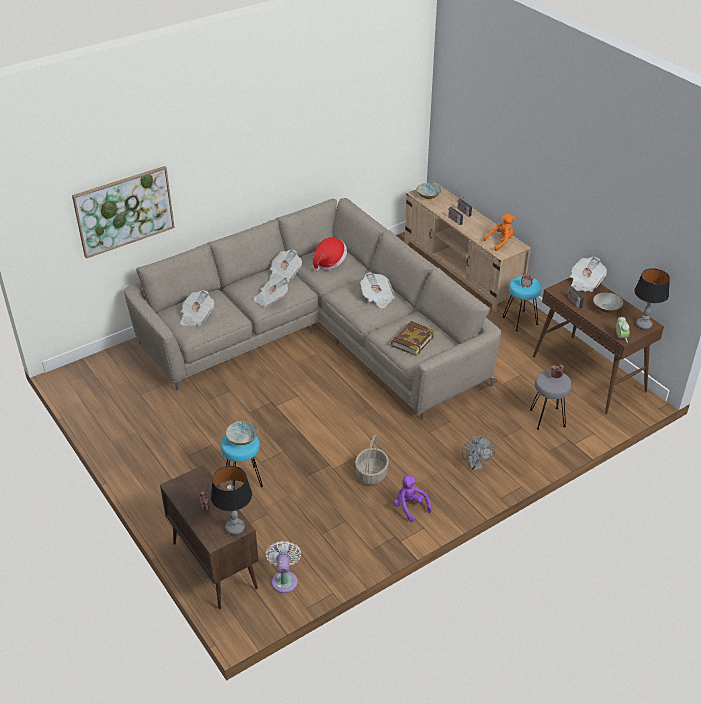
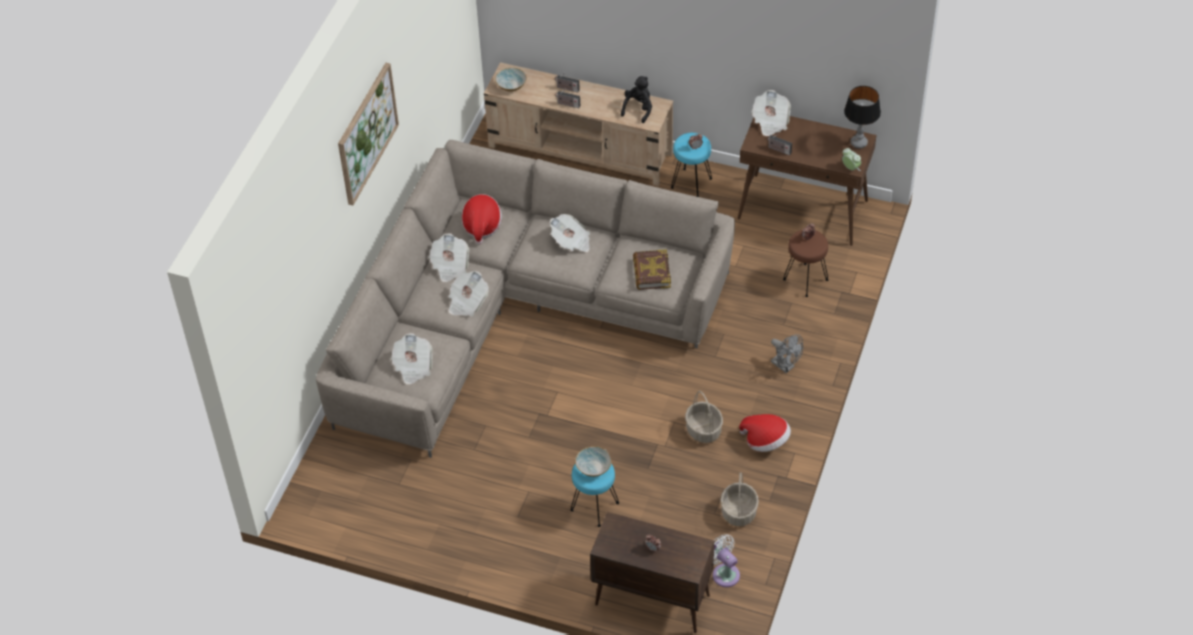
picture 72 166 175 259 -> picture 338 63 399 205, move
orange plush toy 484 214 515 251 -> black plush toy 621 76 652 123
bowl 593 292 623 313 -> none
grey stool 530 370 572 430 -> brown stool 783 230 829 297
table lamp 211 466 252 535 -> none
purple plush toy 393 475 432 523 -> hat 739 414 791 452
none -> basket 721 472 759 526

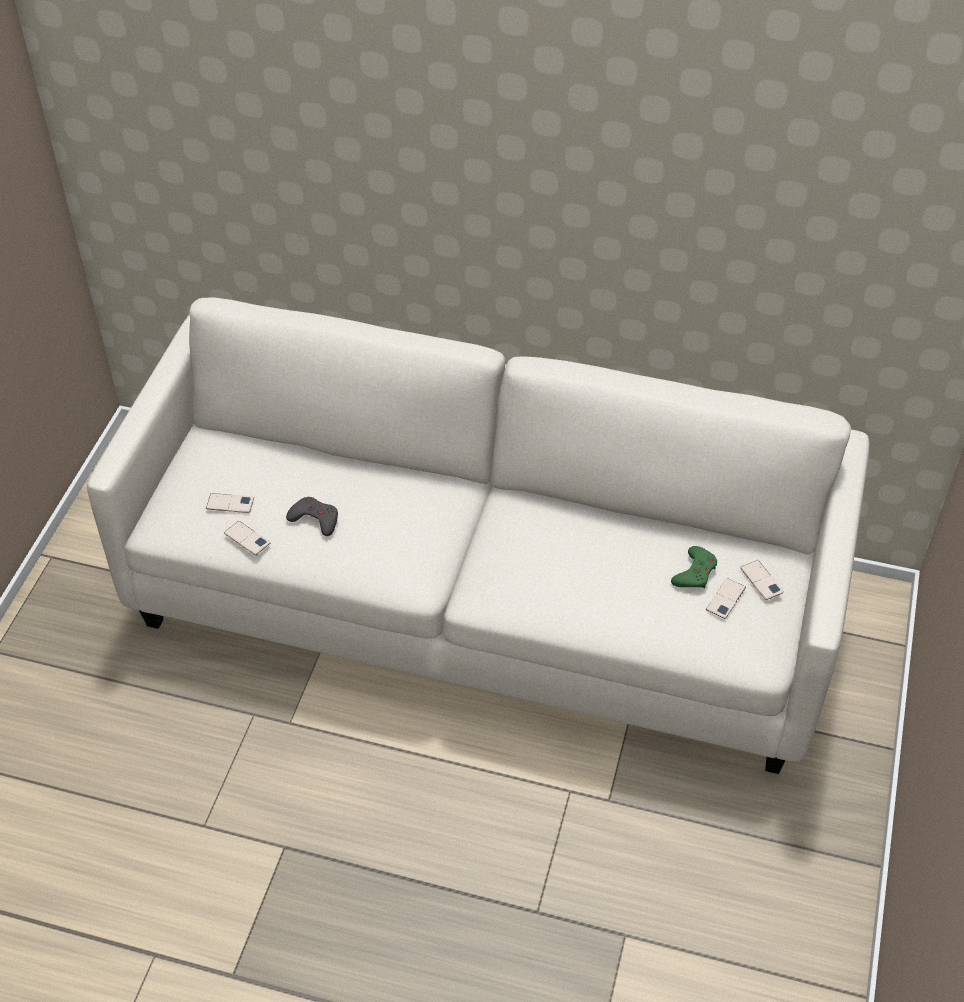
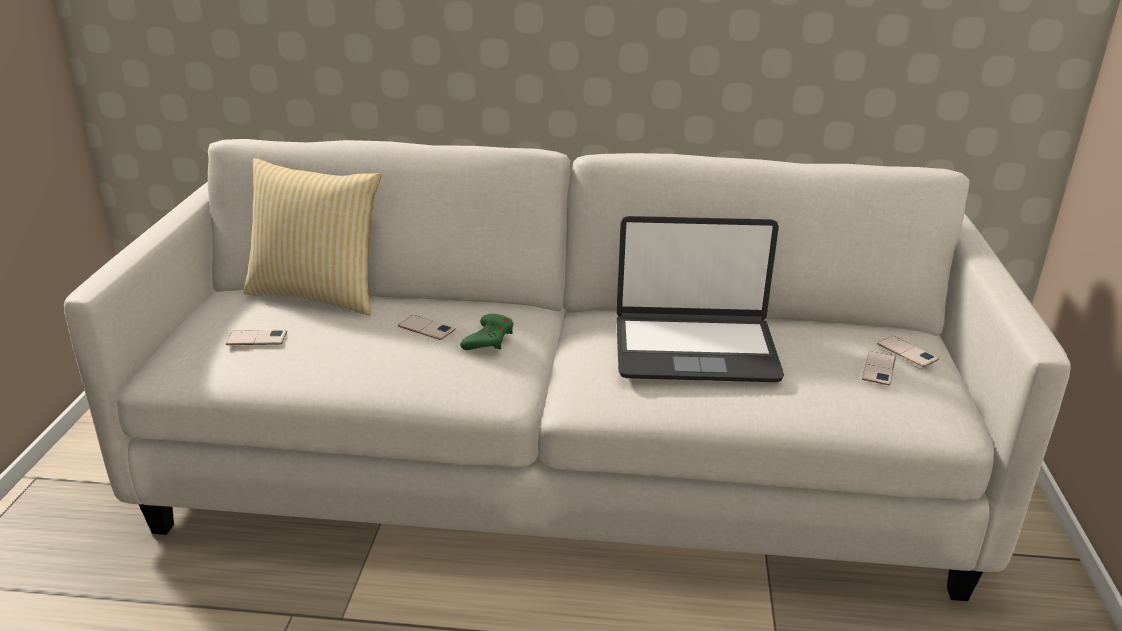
grey game controller 286 497 338 536 -> none
phone 224 521 270 555 -> phone 398 315 456 340, move
green game controller 671 546 717 588 -> green game controller 460 314 513 350, move
none -> pillow 243 158 382 316
none -> laptop 616 216 784 382

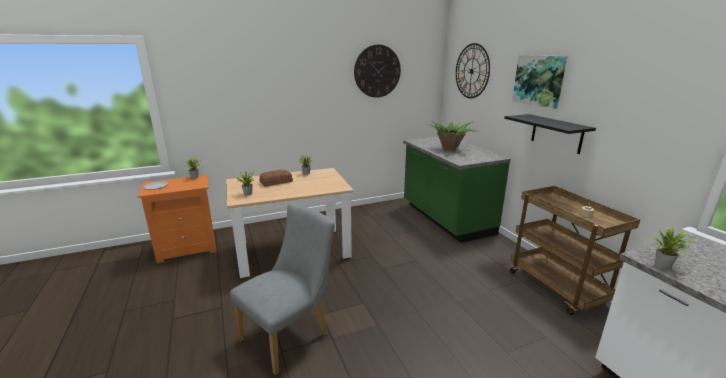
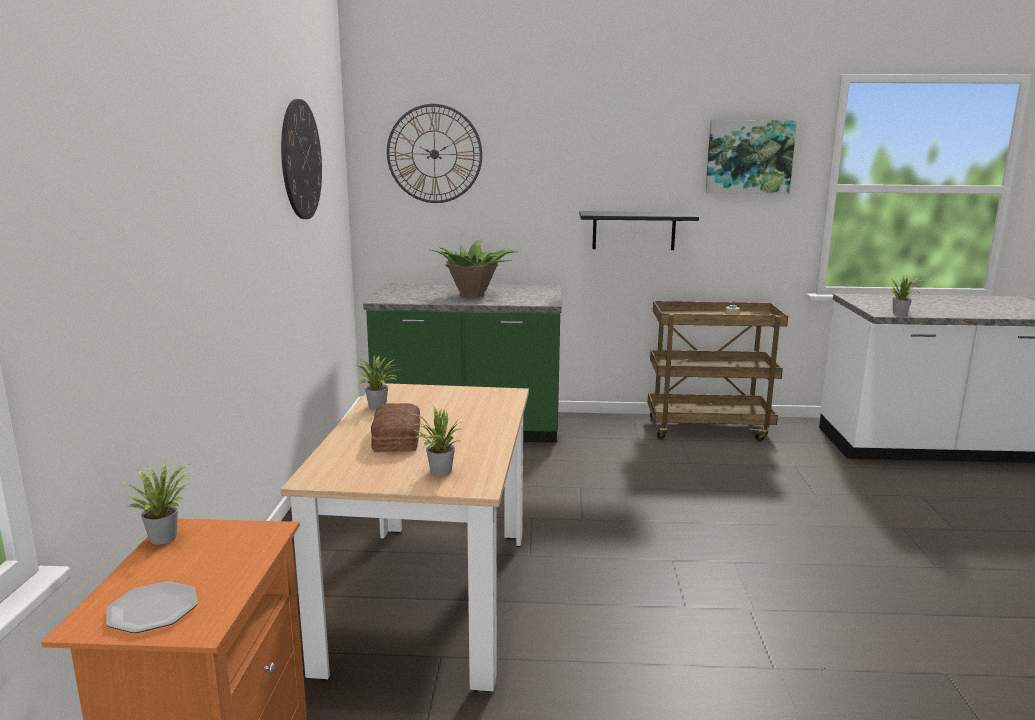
picture 512 55 567 109 -> picture 705 120 797 194, move
grey chair 230 203 335 375 -> none

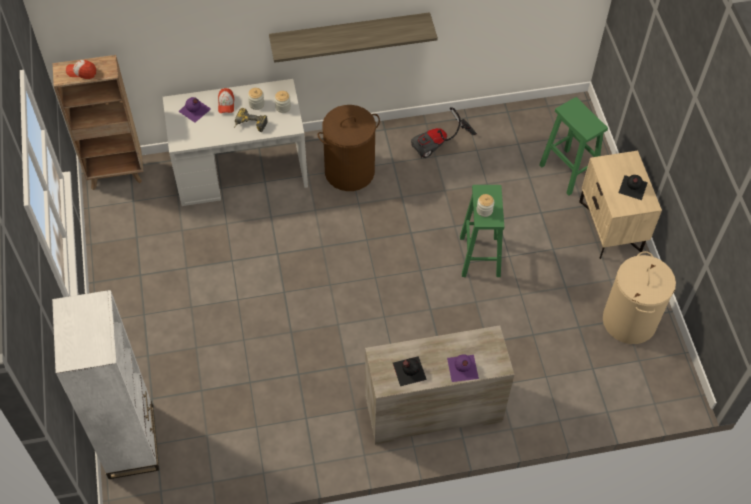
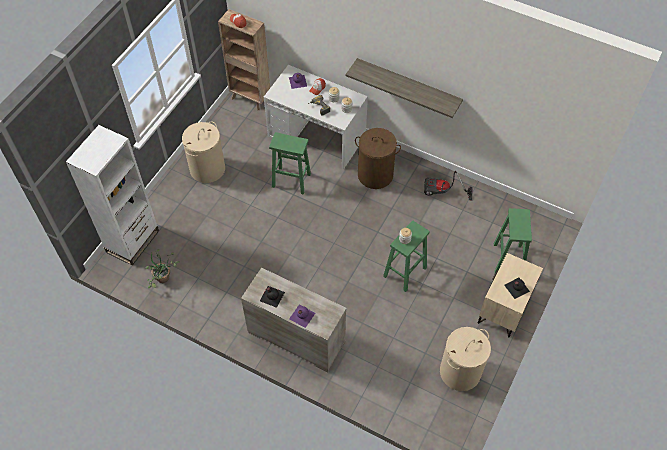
none -> beige laundry basket 182 122 225 183
none -> green stool 269 132 311 195
none -> potted plant 146 249 180 288

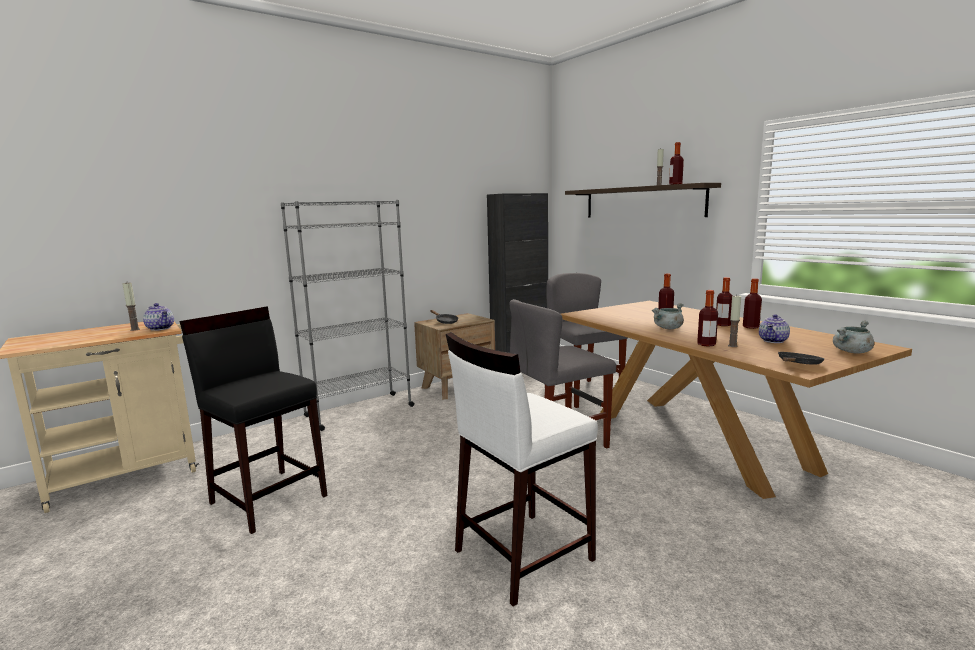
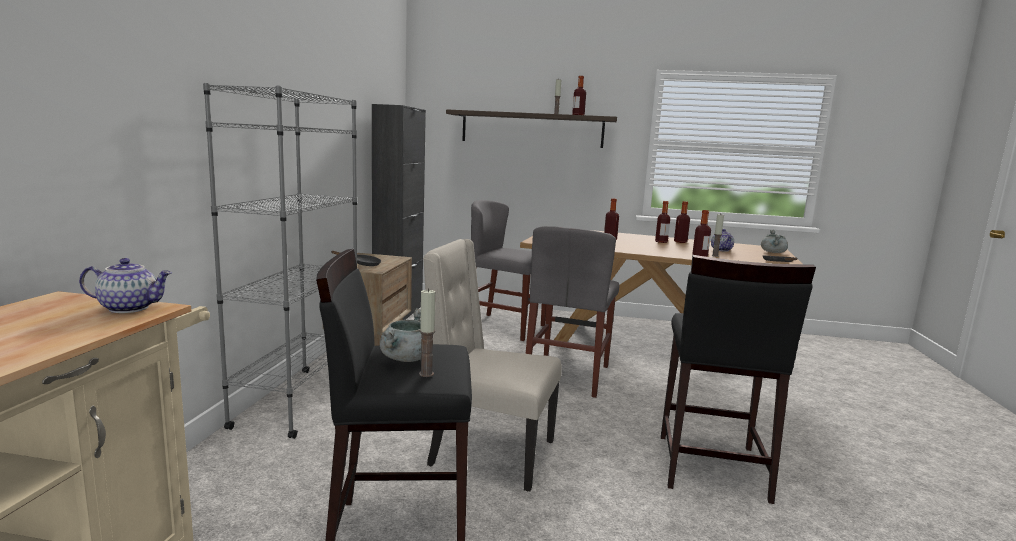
candle 122 283 140 331 -> candle 419 289 435 377, move
grey cooking pot 652 303 684 329 -> grey cooking pot 380 308 422 362, move
white stool 446 332 598 607 -> black stool 661 255 816 504
none -> beige chair 423 239 561 491

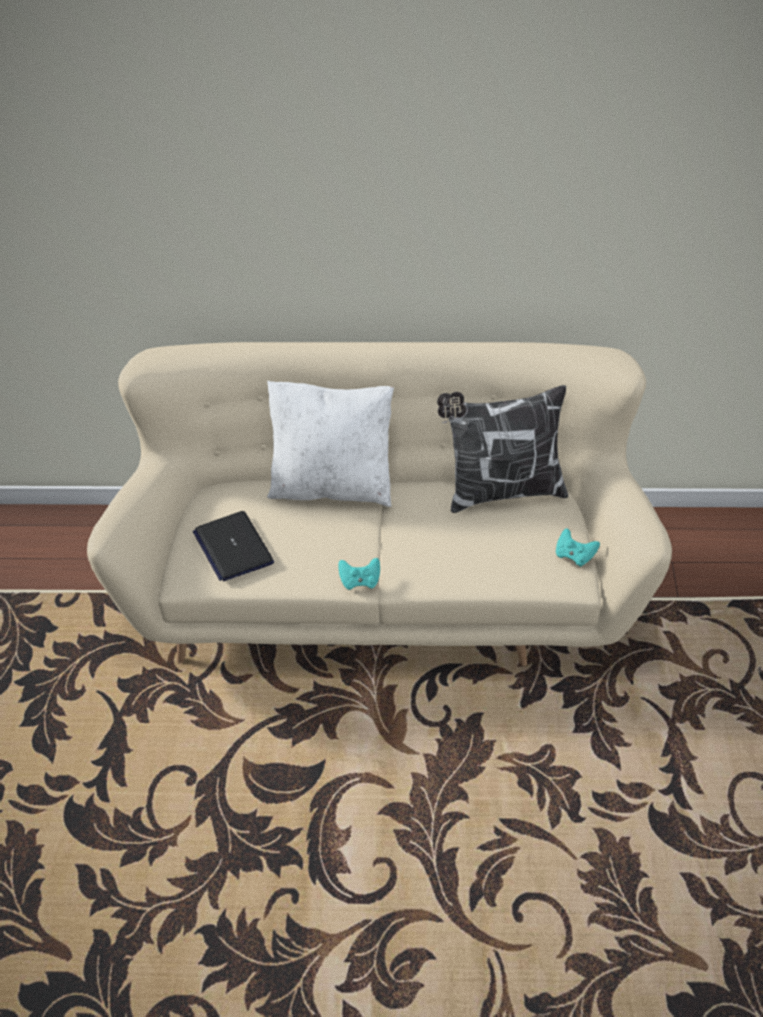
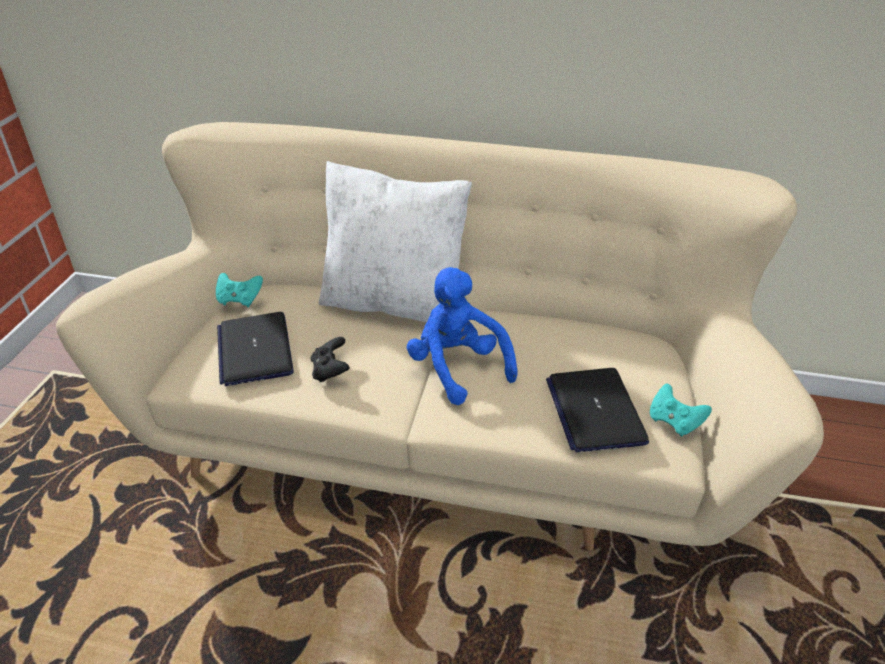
pillow 437 385 568 513 -> none
turquoise game controller 338 558 380 590 -> turquoise game controller 216 273 263 307, move
none -> blue plush toy 406 267 518 405
none -> black game controller 311 337 350 382
none -> laptop 546 368 649 452

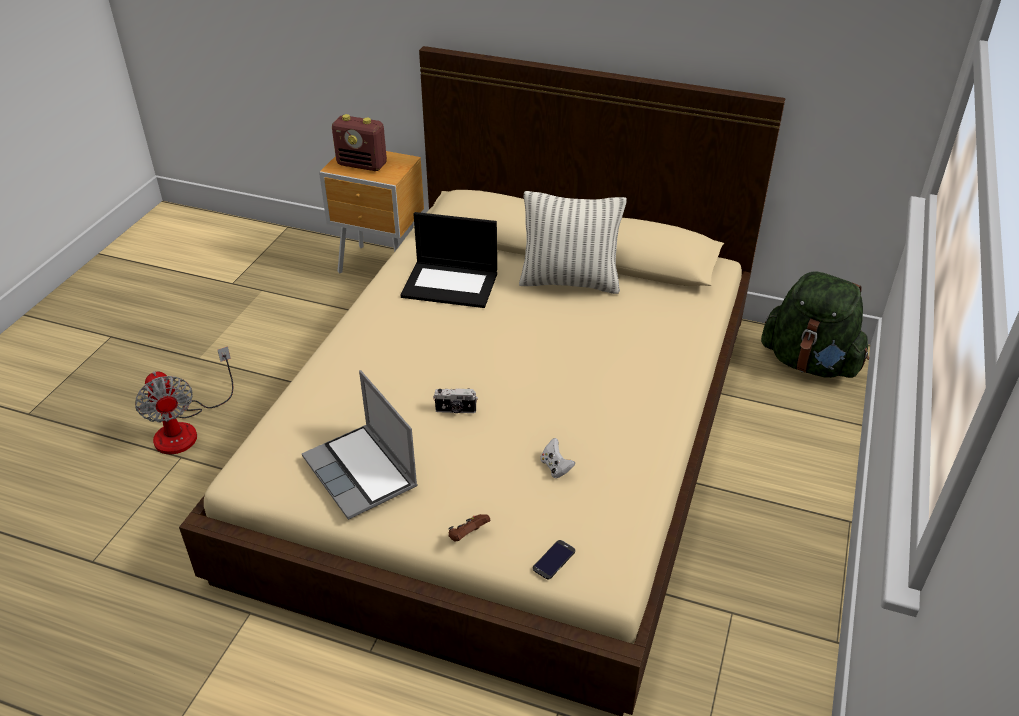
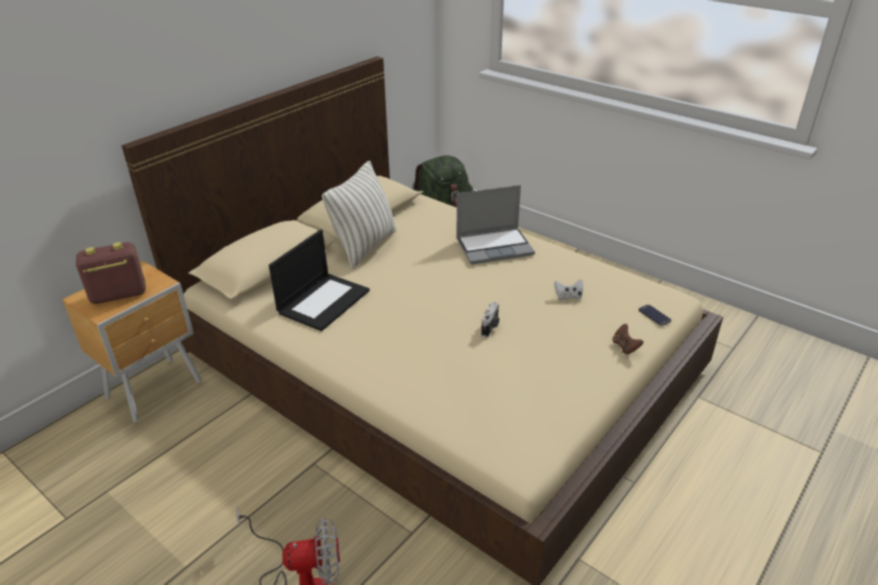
radio 332 114 387 171 -> radio 76 242 146 304, 150 degrees counterclockwise
laptop 302 370 418 520 -> laptop 456 185 535 264, move

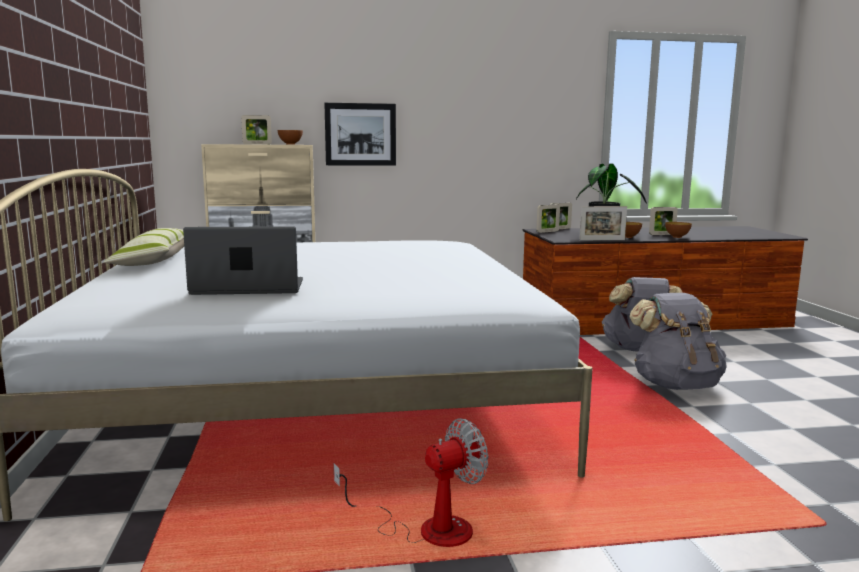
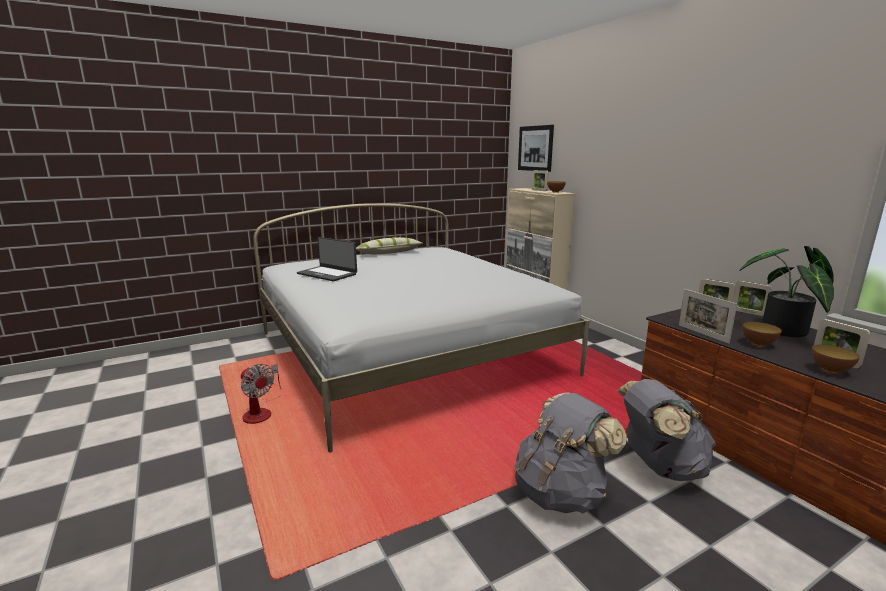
picture 324 103 396 166 -> picture 518 125 554 172, move
laptop 183 226 303 295 -> laptop 297 237 357 281, 150 degrees clockwise

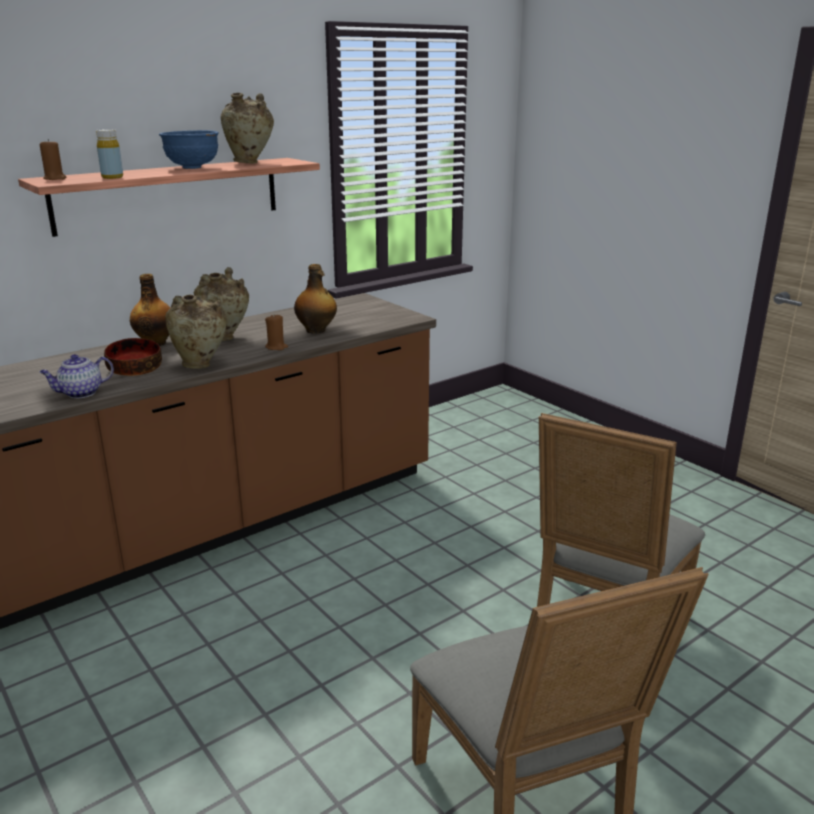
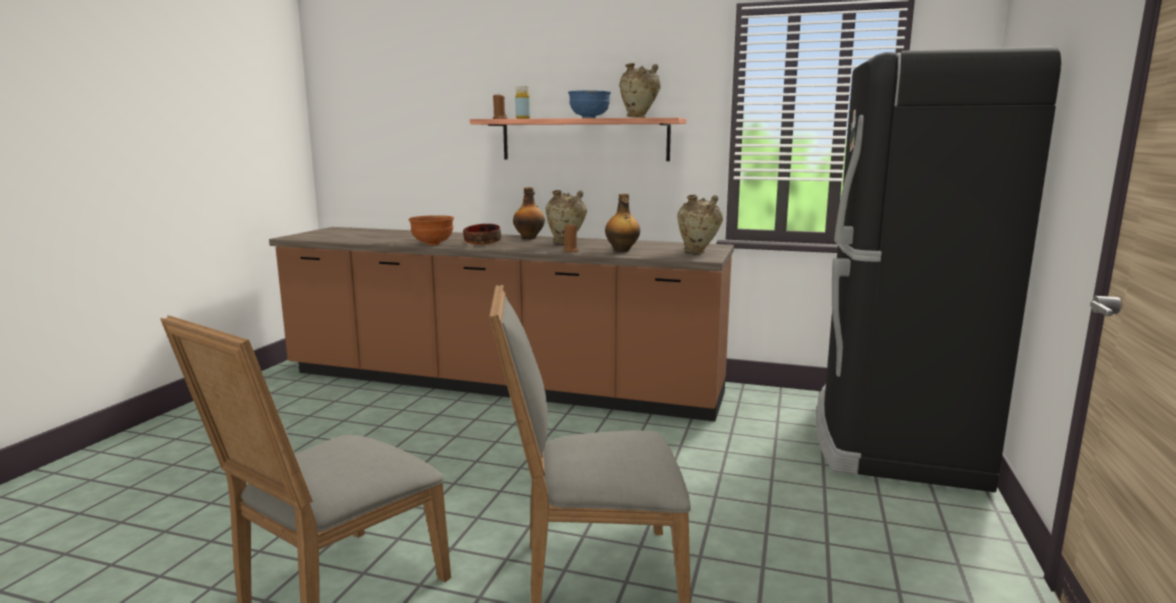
beige vase 165 288 227 369 -> beige vase 677 195 723 253, move
teapot 39 354 114 398 -> brown bowl 408 215 454 245
none -> black fridge 816 46 1061 492

